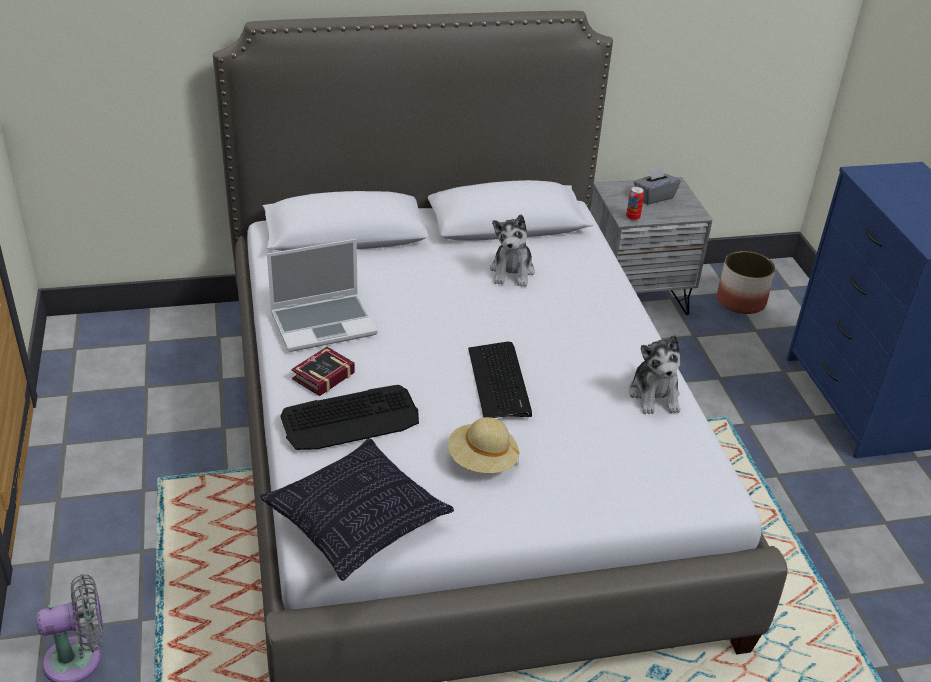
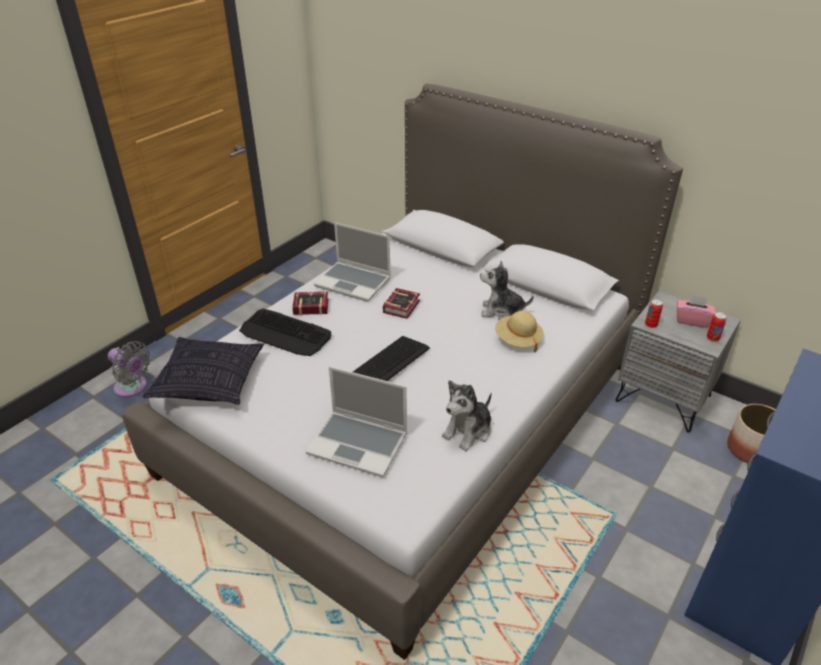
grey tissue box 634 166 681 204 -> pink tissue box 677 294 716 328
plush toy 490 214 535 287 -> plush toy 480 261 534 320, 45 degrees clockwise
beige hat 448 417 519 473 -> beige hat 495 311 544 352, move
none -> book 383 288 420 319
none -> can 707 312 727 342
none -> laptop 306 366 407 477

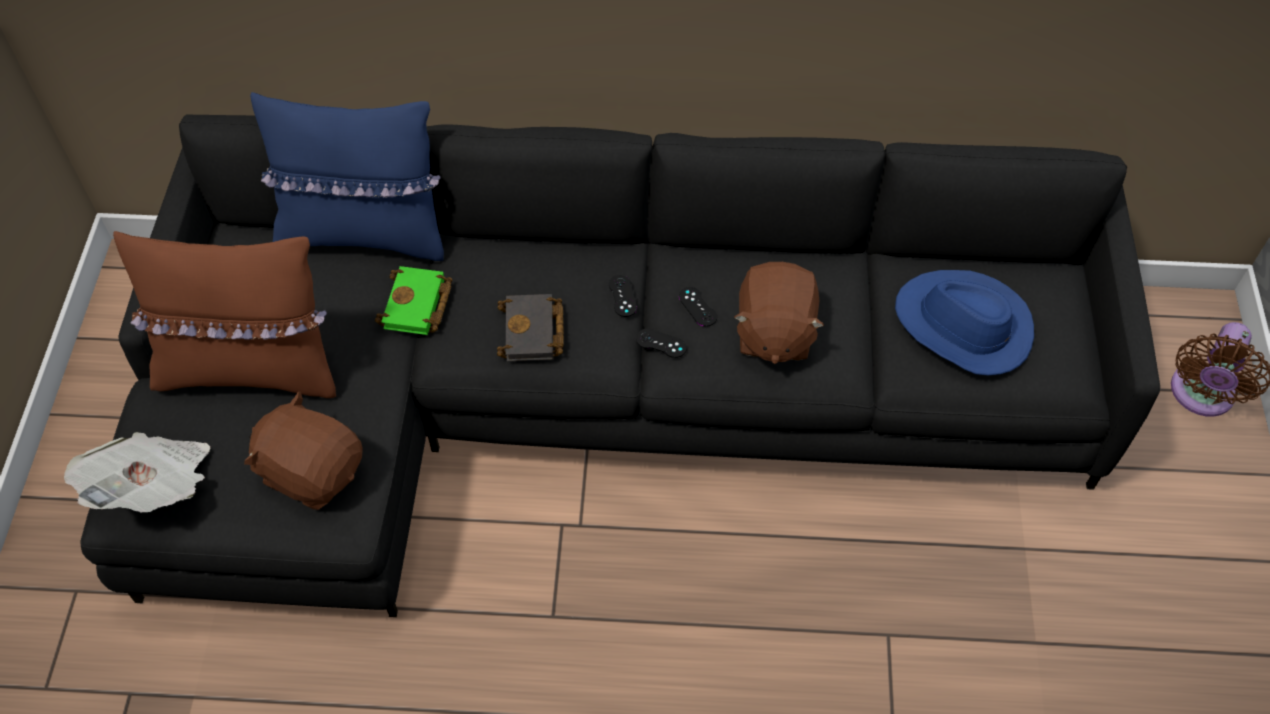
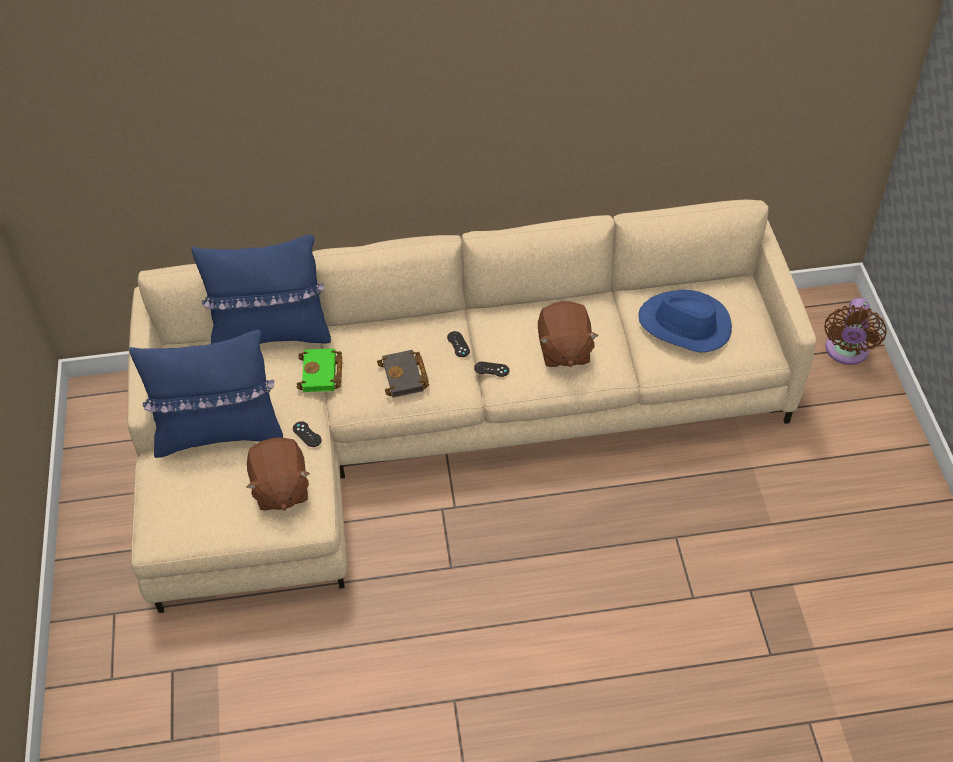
black sofa 80 114 1160 617 -> beige sofa 127 200 816 613
brown pillow 113 231 336 398 -> blue pillow 129 330 283 458
black game controller 679 287 717 327 -> black game controller 293 421 322 447, move
brown plush toy 244 391 363 510 -> brown plush toy 246 437 310 511, 120 degrees counterclockwise
newspaper 64 432 211 513 -> none

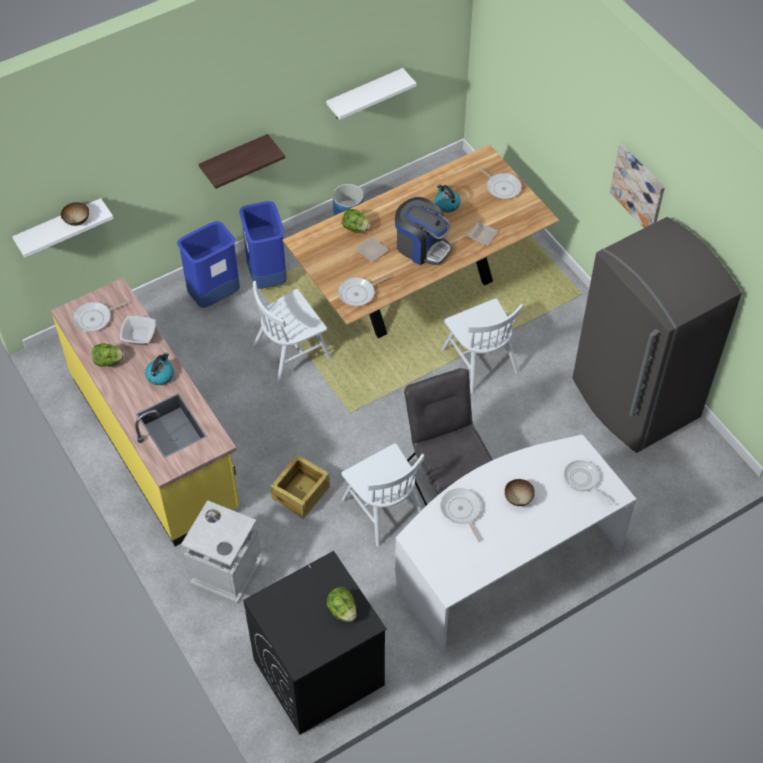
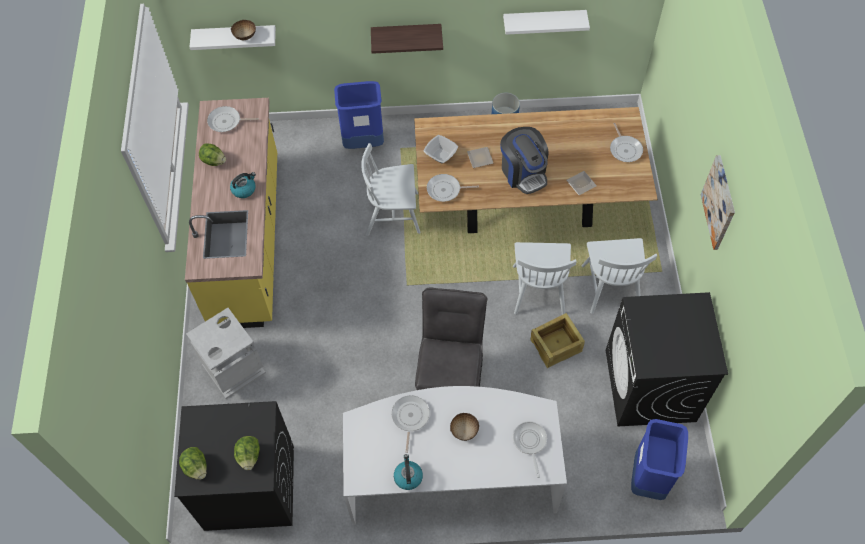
kettle 435 184 461 213 -> kettle 394 454 423 490, move
blue trash can 239 201 287 289 -> blue trash can 631 419 688 500, move
lettuce 342 209 370 233 -> lettuce 179 447 207 480, move
grey fridge 572 217 742 453 -> black washing machine 606 292 728 426
bowl 120 316 156 345 -> bowl 423 135 458 164, move
white chair 342 443 424 547 -> white chair 581 238 657 314, move
crate 270 455 330 519 -> crate 531 313 585 369, move

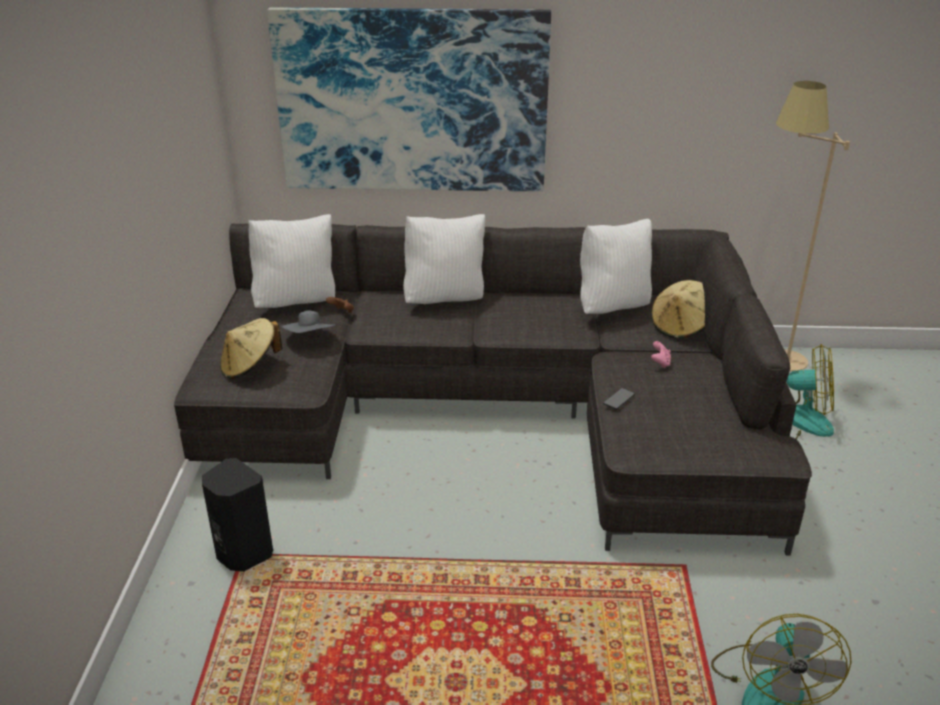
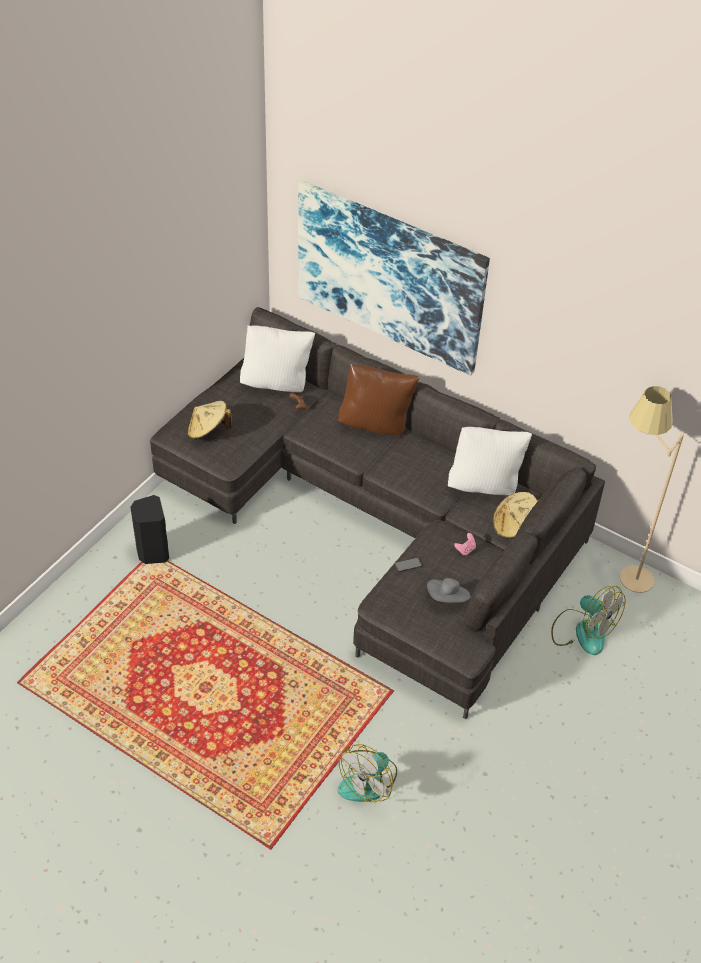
white pillow 403 214 485 304 -> brown pillow 338 364 420 436
grey hat 281 310 335 333 -> grey hat 427 578 470 603, move

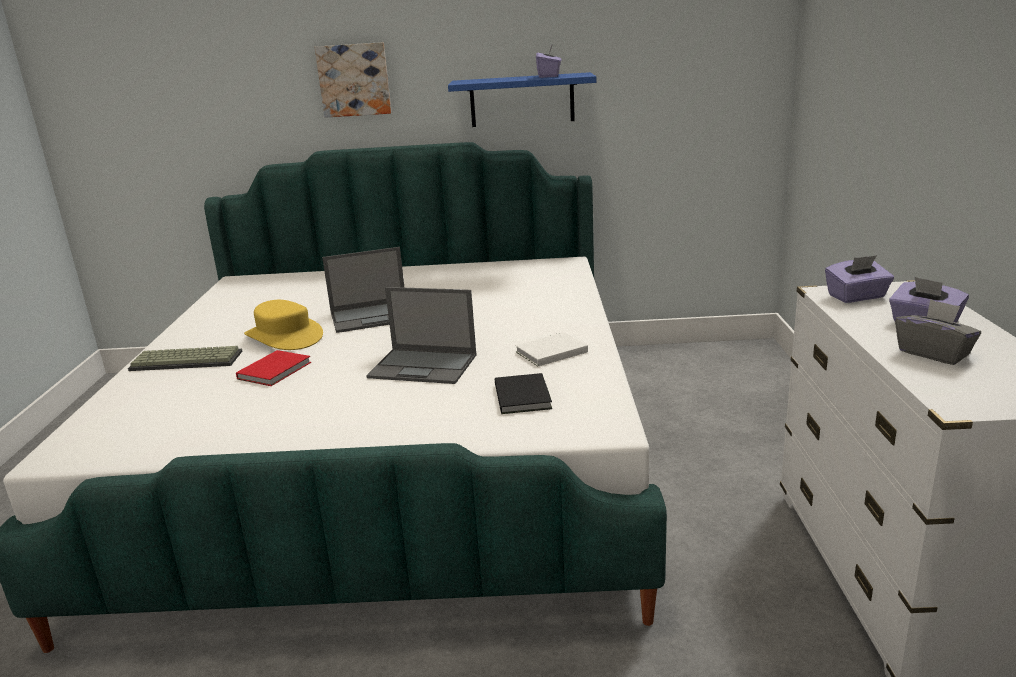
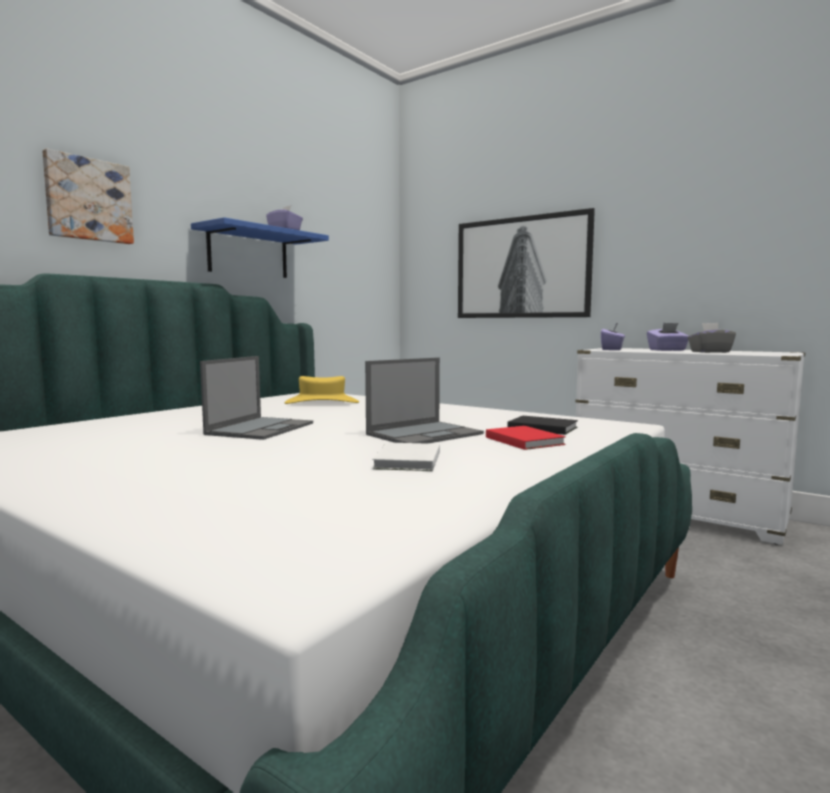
yellow hat 244 300 323 350 -> yellow hat 284 376 359 404, move
white book 515 332 588 366 -> white book 372 442 440 471, move
keyboard 128 346 242 371 -> none
red book 236 350 311 386 -> red book 486 426 566 450, move
none -> picture 458 208 595 318

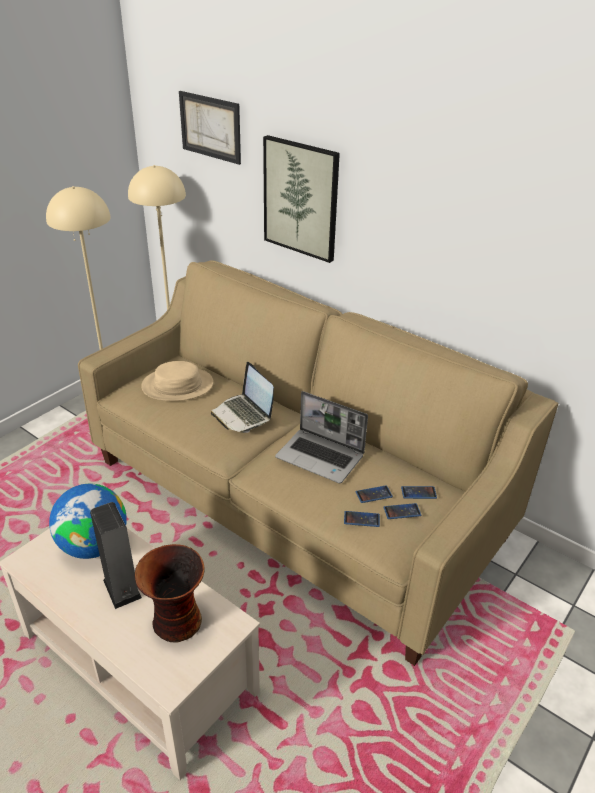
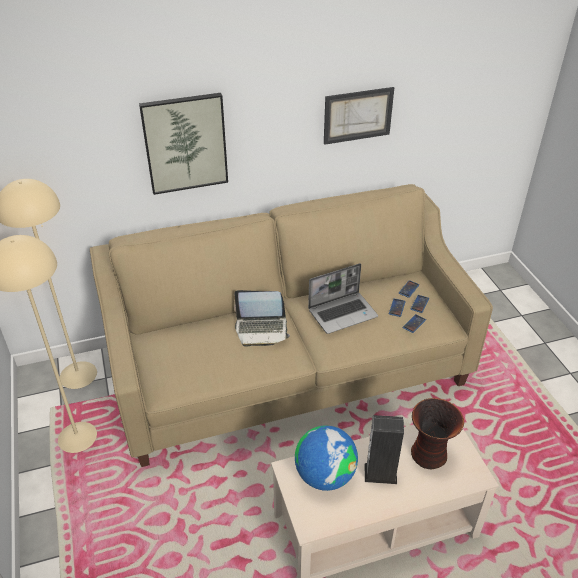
picture 179 91 241 165 -> picture 324 87 394 145, move
beige hat 141 361 213 401 -> none

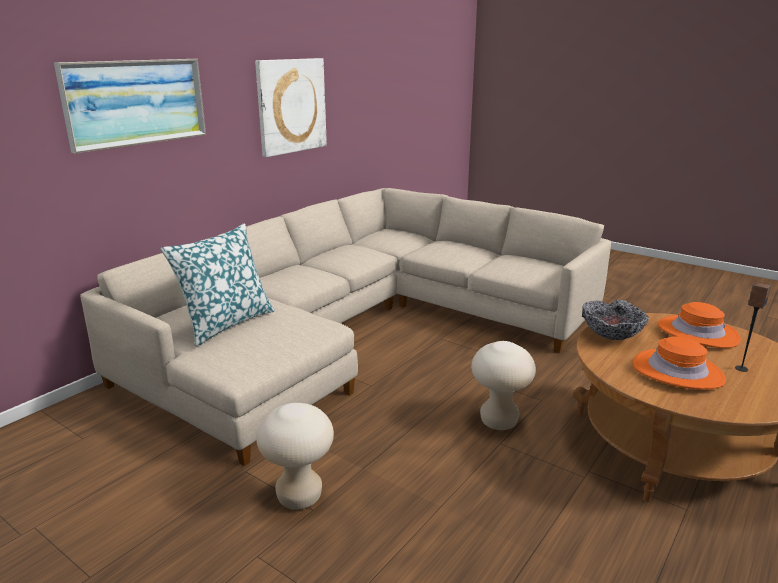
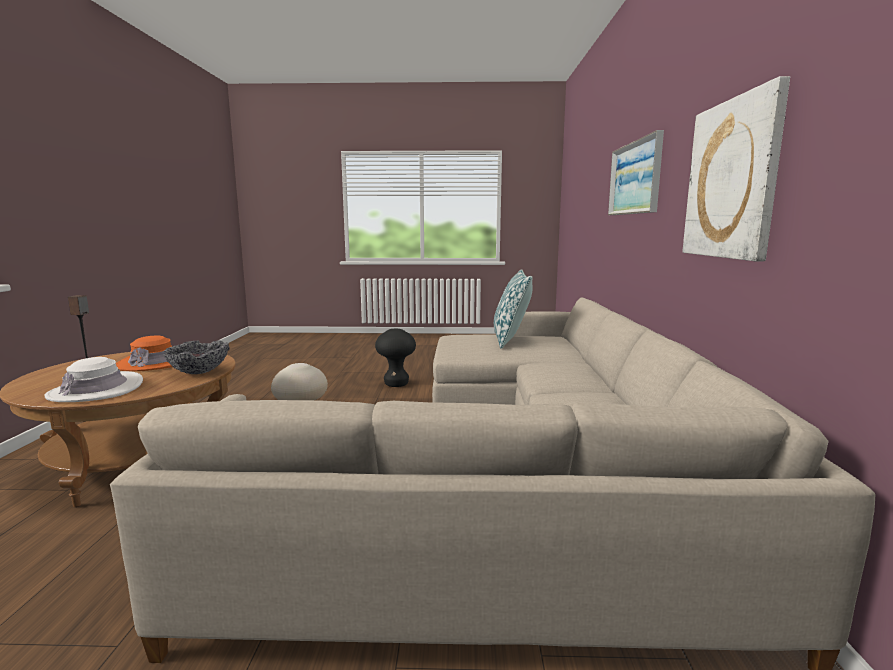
orange hat 658 302 741 348 -> white hat 44 357 143 402
beige stool 256 403 334 510 -> black stool 375 329 416 387

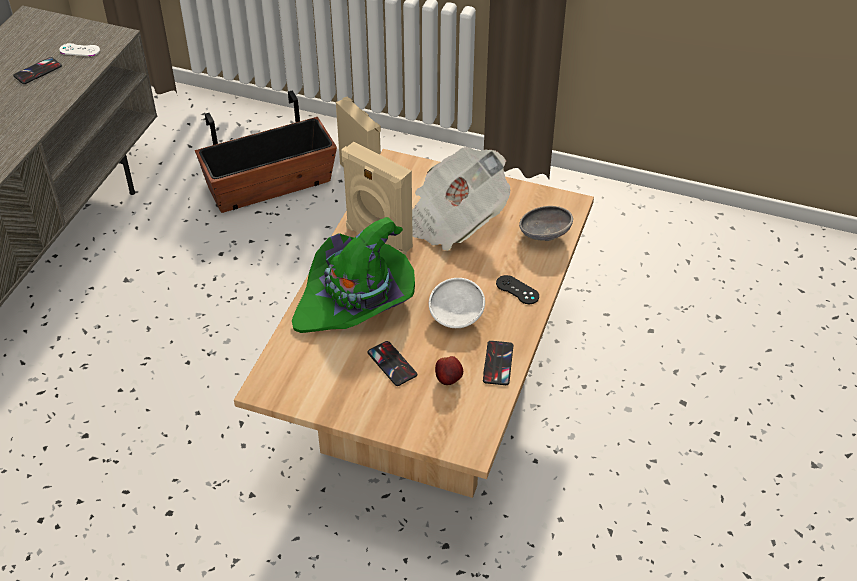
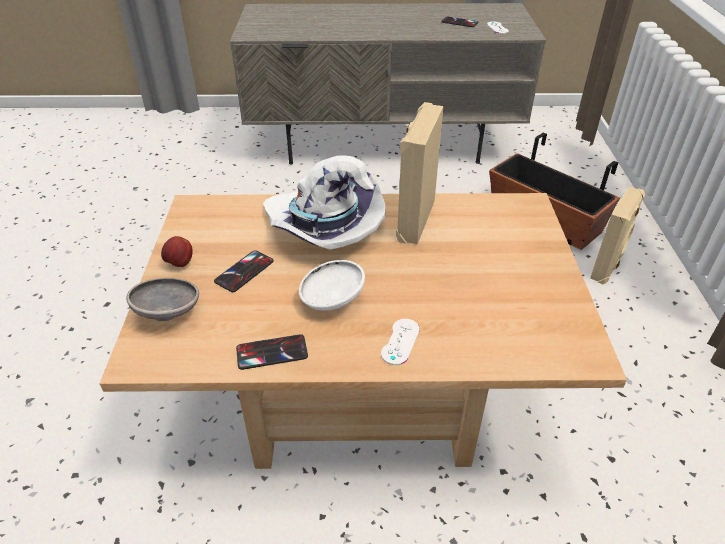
newspaper 412 147 511 251 -> none
grey bowl 519 206 573 241 -> grey bowl 126 278 199 321, move
green hat 292 217 415 333 -> white hat 263 155 385 250
black game controller 496 275 539 304 -> white game controller 381 319 420 365
apple 435 356 463 385 -> apple 161 236 193 267, move

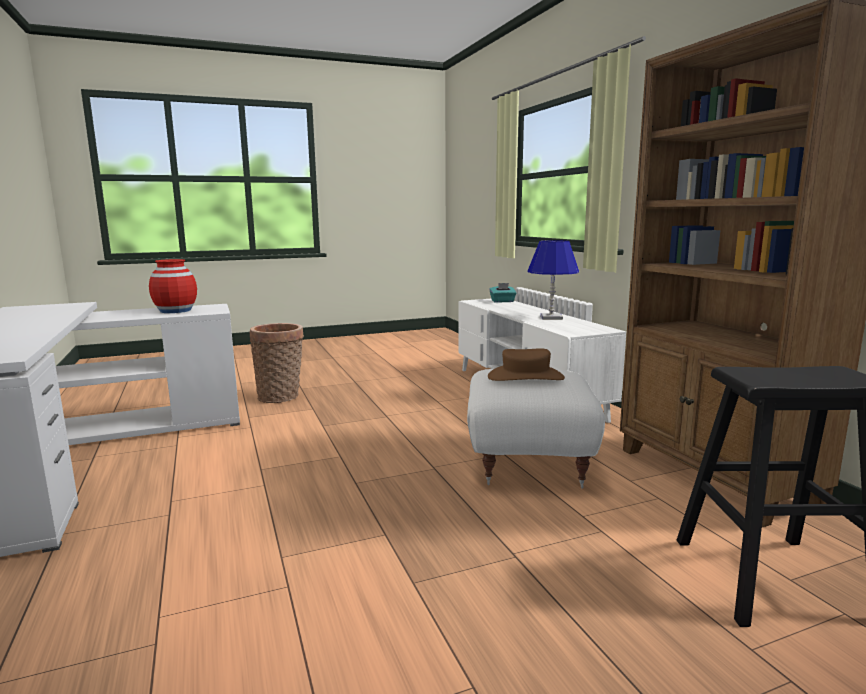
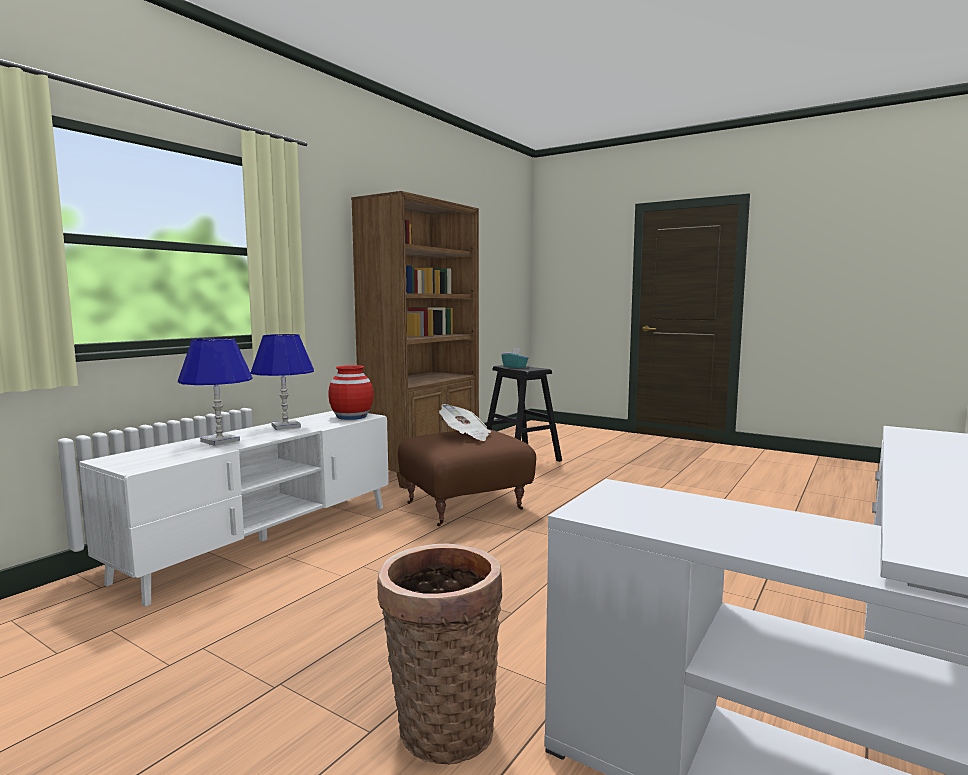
red vase 149 259 197 313 -> red vase 328 365 374 420, move
turquoise tissue box 489 283 516 303 -> turquoise tissue box 501 348 529 368, move
brown hat 488 348 565 381 -> newspaper 439 404 491 441
white ottoman 467 369 605 489 -> brown ottoman 398 429 536 527
none -> blue table lamp 178 338 253 446

